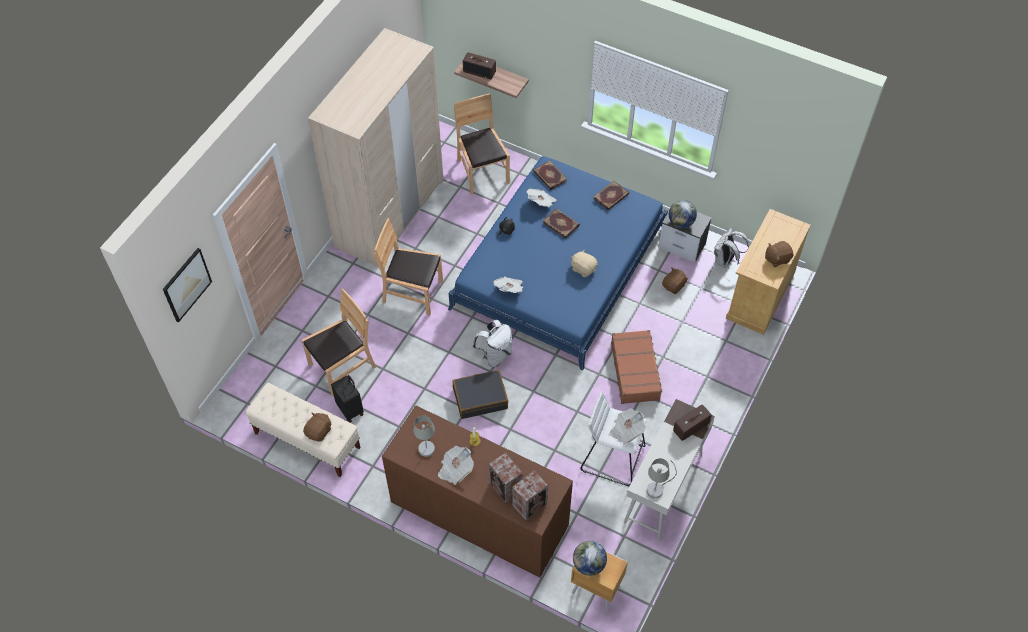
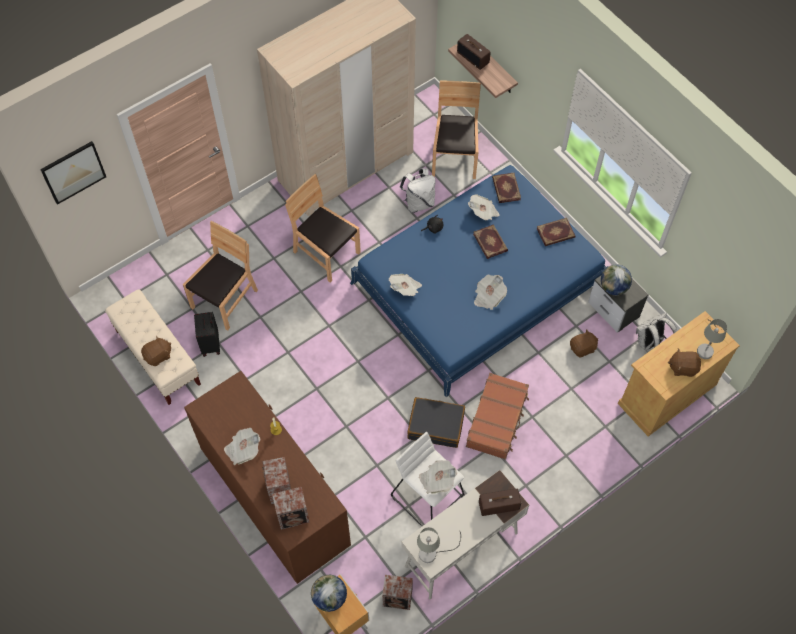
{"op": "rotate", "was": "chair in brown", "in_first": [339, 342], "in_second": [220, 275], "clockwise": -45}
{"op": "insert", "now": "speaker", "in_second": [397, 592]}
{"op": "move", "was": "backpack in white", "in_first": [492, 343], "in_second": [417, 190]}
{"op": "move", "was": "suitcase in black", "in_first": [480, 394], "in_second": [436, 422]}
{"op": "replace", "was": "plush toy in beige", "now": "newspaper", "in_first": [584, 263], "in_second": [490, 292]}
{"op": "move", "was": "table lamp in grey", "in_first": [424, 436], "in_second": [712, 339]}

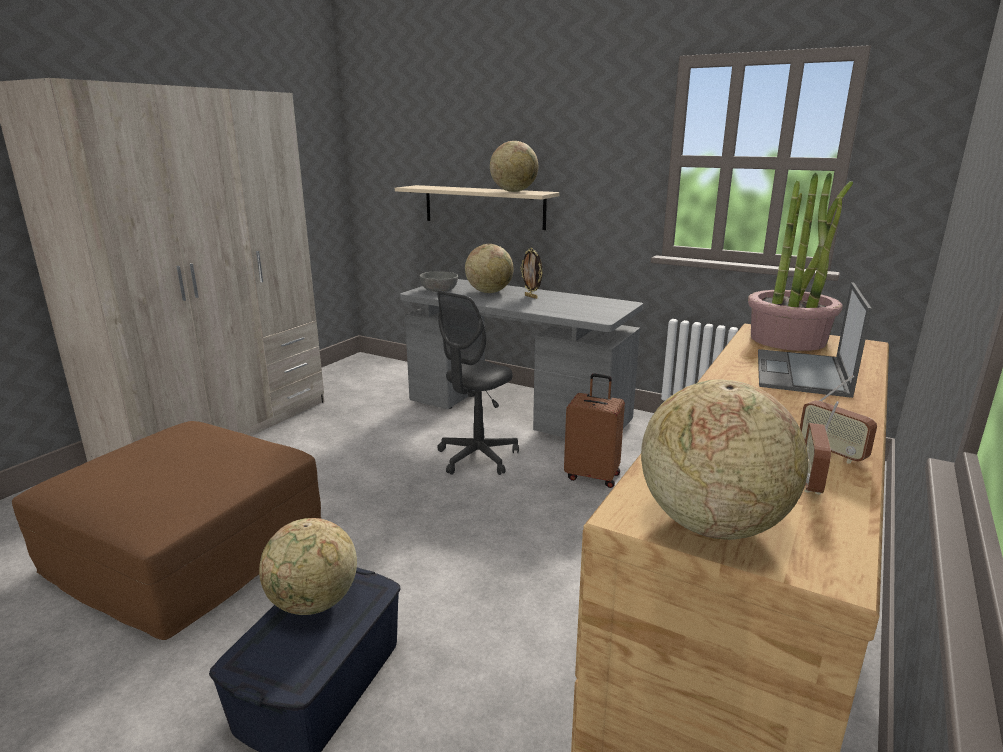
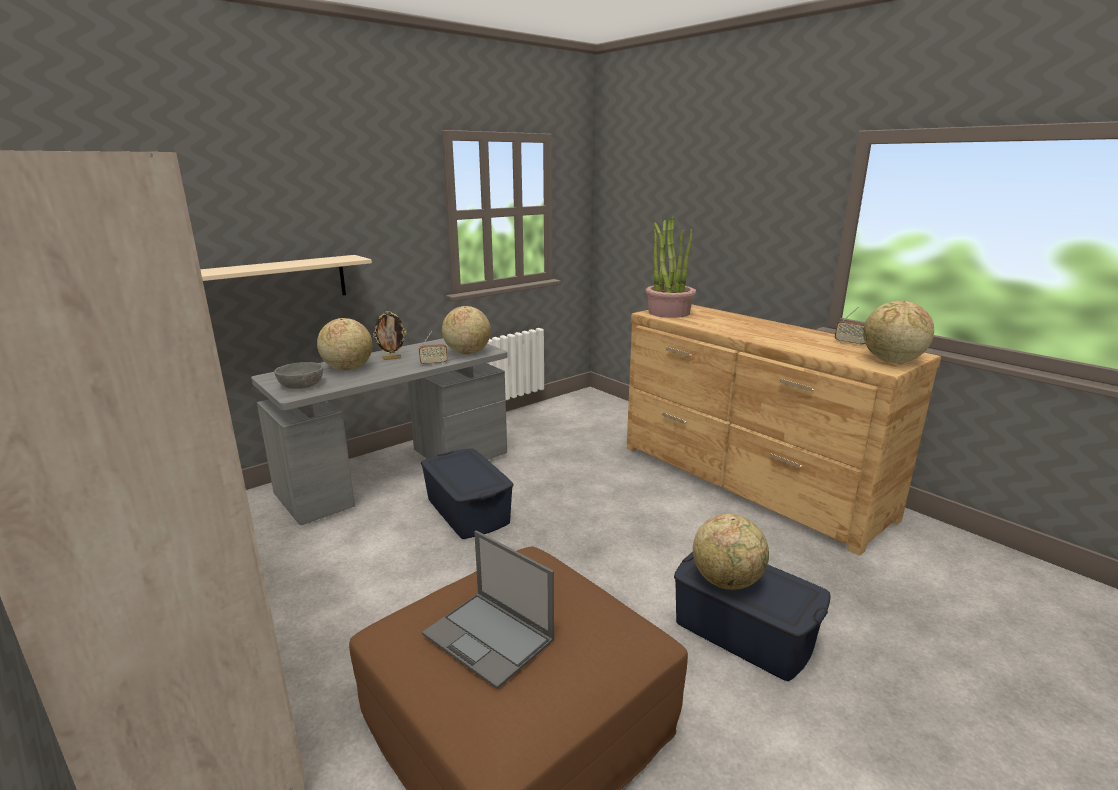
{"op": "move", "was": "radio", "in_first": [838, 419], "in_second": [433, 348]}
{"op": "replace", "was": "office chair in grey", "now": "storage box in blue", "in_first": [478, 383], "in_second": [467, 493]}
{"op": "move", "was": "laptop", "in_first": [815, 340], "in_second": [488, 609]}
{"op": "move", "was": "globe", "in_first": [514, 166], "in_second": [466, 330]}
{"op": "delete", "was": "suitcase in brown", "in_first": [594, 431]}

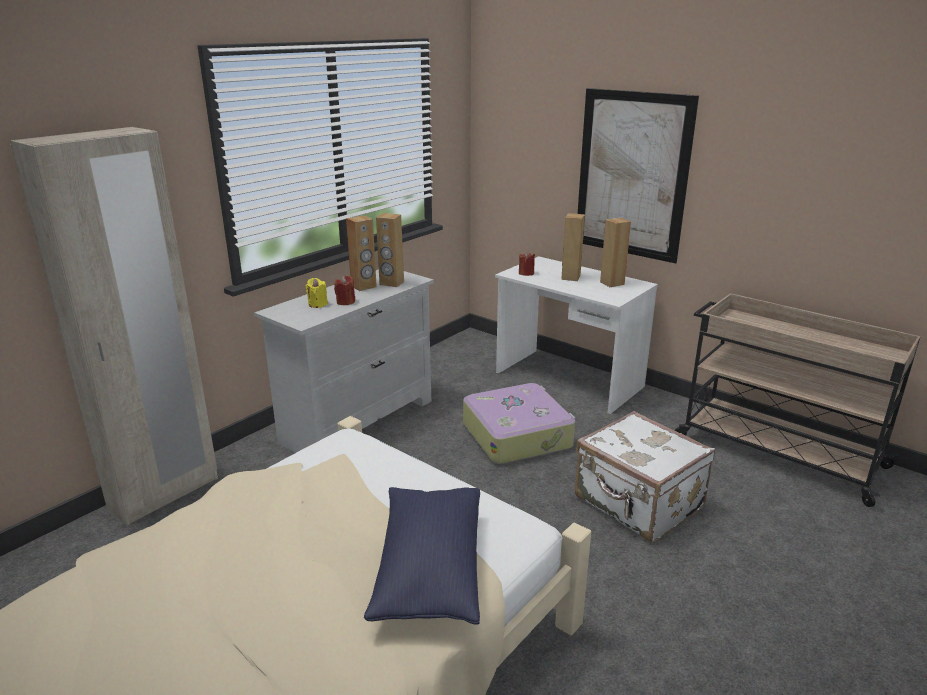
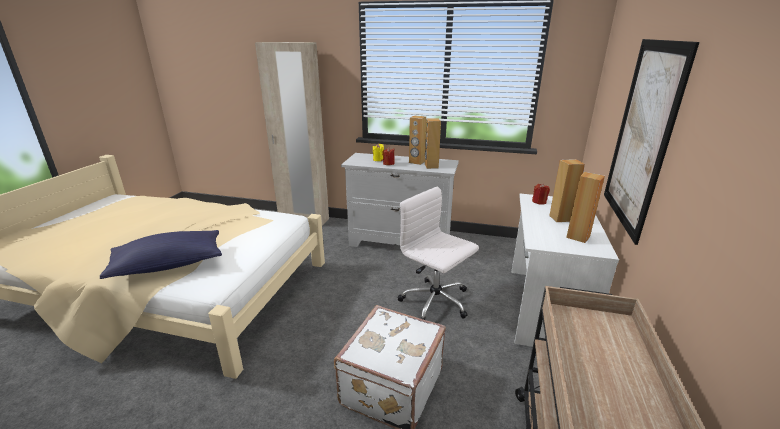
{"op": "replace", "was": "suitcase", "now": "office chair in white", "in_first": [519, 423], "in_second": [438, 253]}

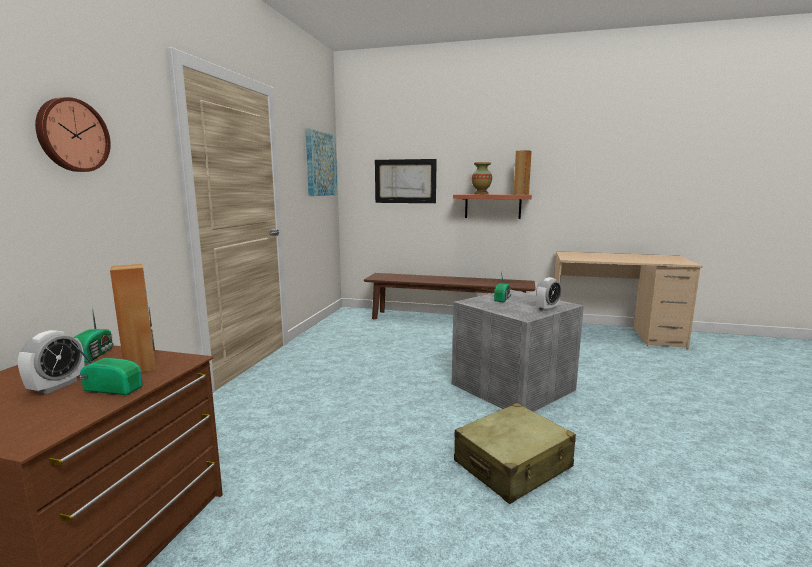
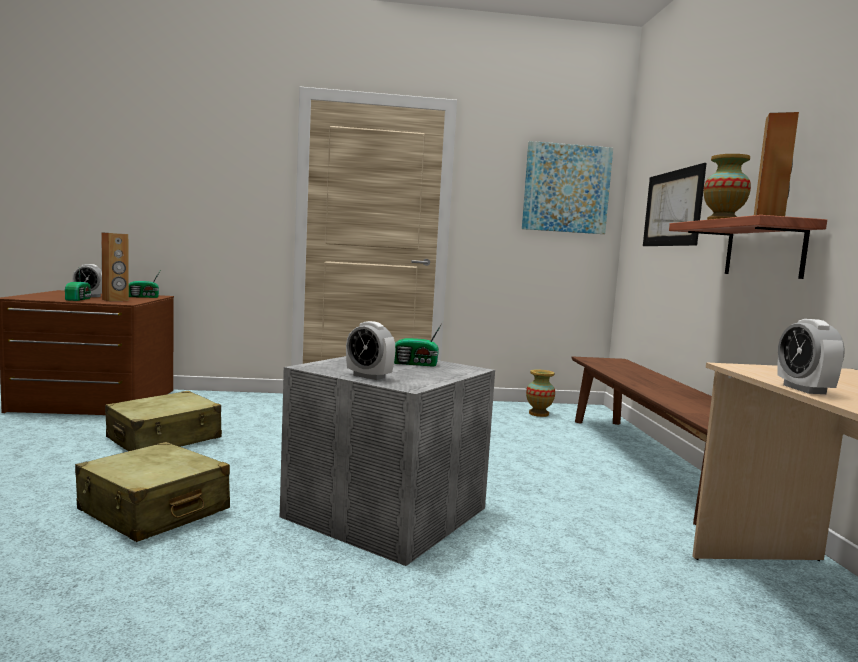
{"op": "insert", "now": "suitcase in beige", "in_second": [163, 421]}
{"op": "insert", "now": "vase", "in_second": [540, 393]}
{"op": "insert", "now": "alarm clock", "in_second": [811, 356]}
{"op": "delete", "was": "wall clock", "in_first": [73, 134]}

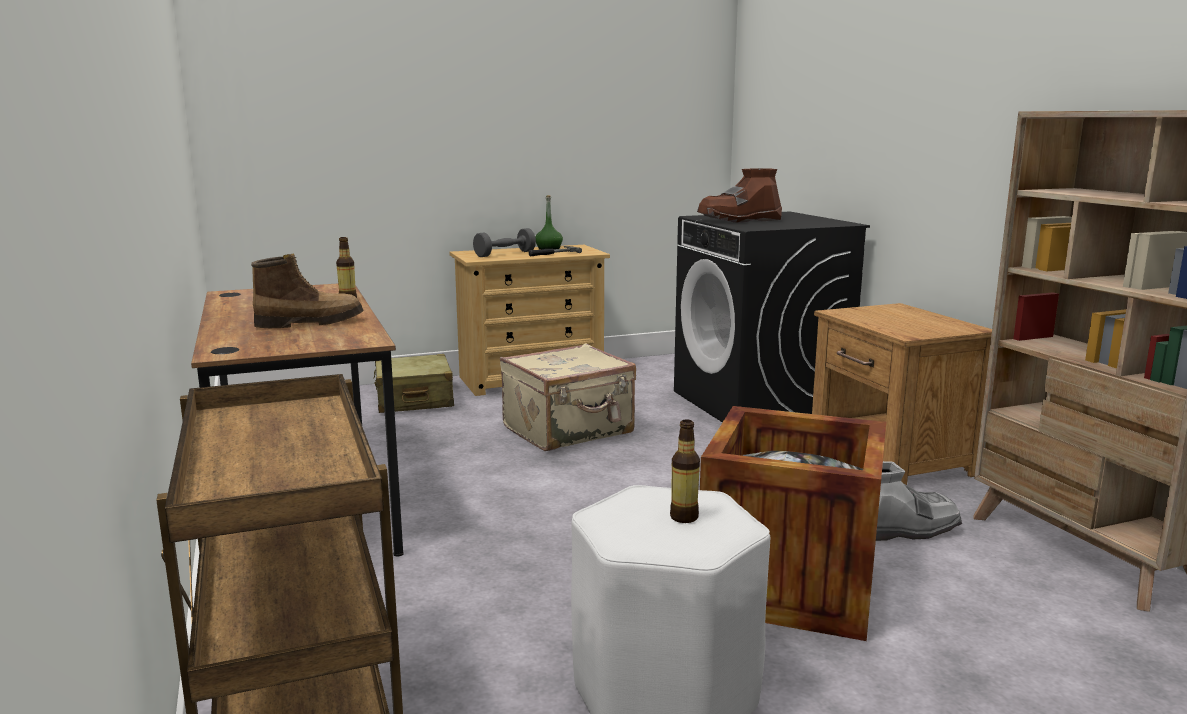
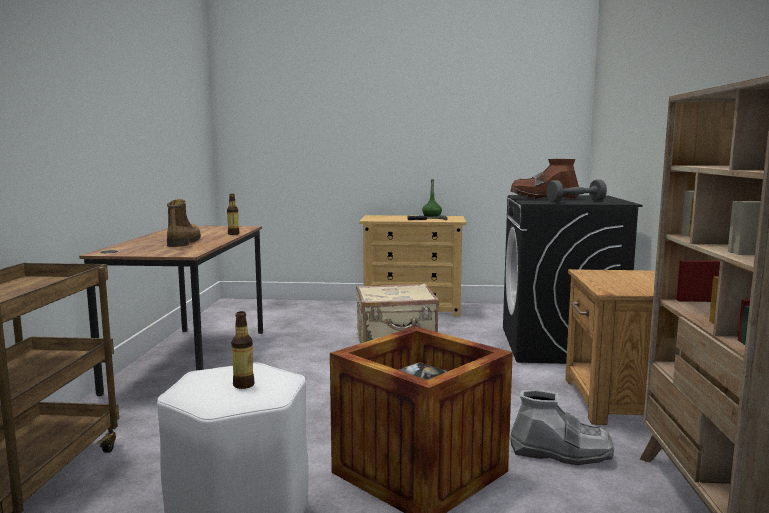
{"op": "rotate", "was": "boot", "in_first": [307, 291], "in_second": [184, 223], "clockwise": -90}
{"op": "move", "was": "dumbbell in grey", "in_first": [504, 242], "in_second": [576, 190]}
{"op": "delete", "was": "suitcase in beige", "in_first": [413, 383]}

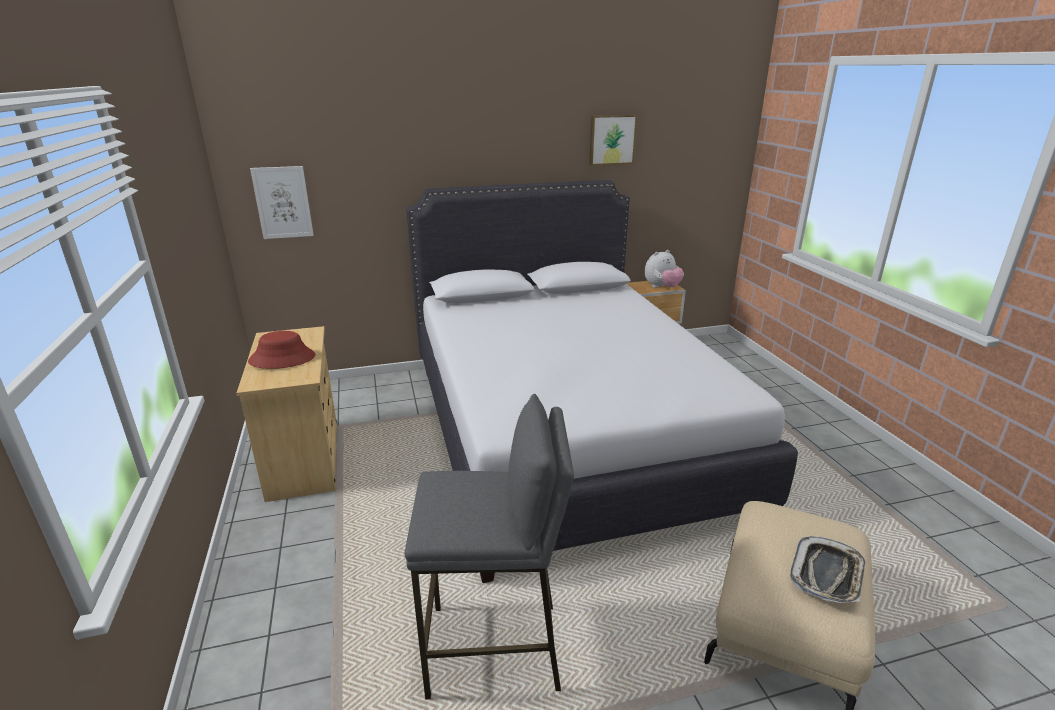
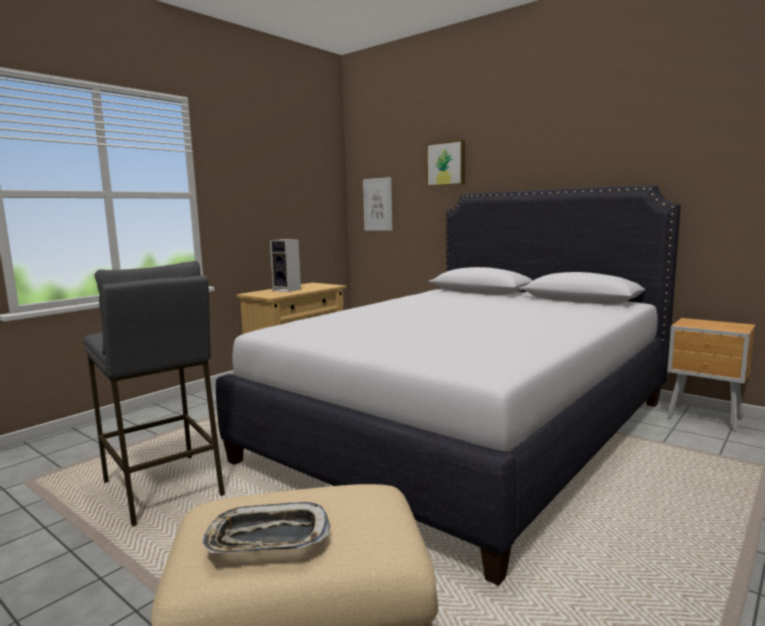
{"op": "replace", "was": "hat in red", "now": "speaker", "in_first": [281, 350], "in_second": [285, 265]}
{"op": "move", "was": "picture", "in_first": [613, 140], "in_second": [445, 163]}
{"op": "delete", "was": "plush toy", "in_first": [664, 269]}

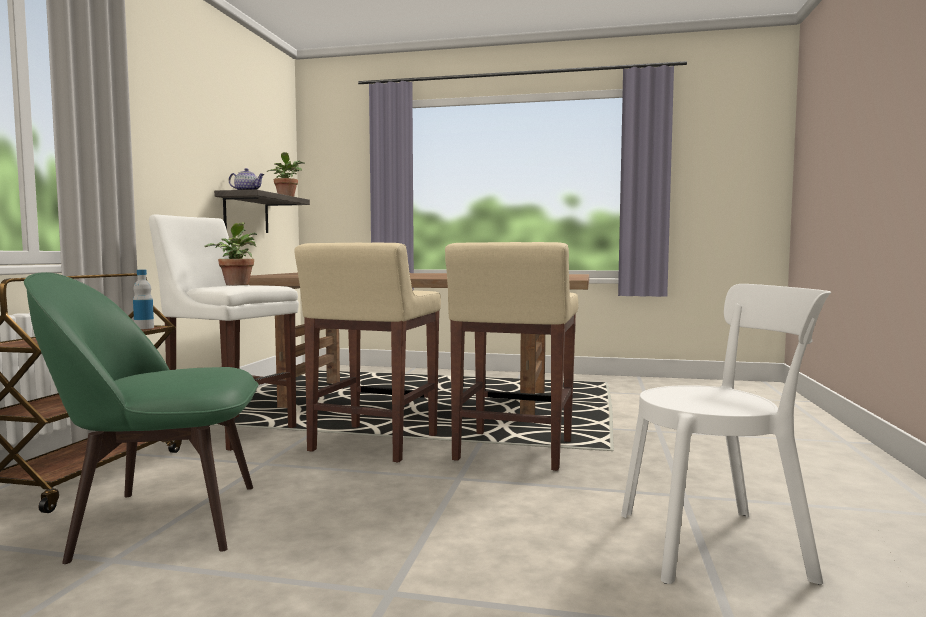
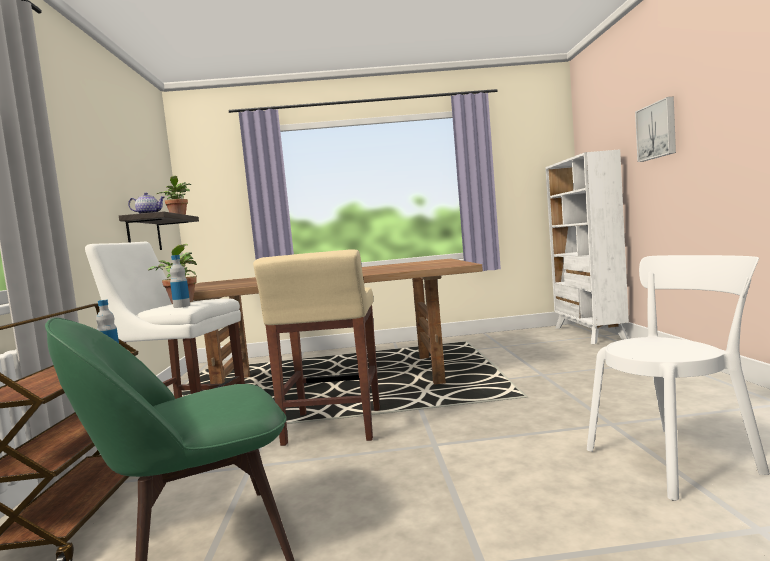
{"op": "insert", "now": "bottle", "in_second": [180, 281]}
{"op": "insert", "now": "bookcase in white", "in_second": [587, 246]}
{"op": "insert", "now": "picture", "in_second": [655, 129]}
{"op": "delete", "was": "stool in beige", "in_first": [511, 356]}

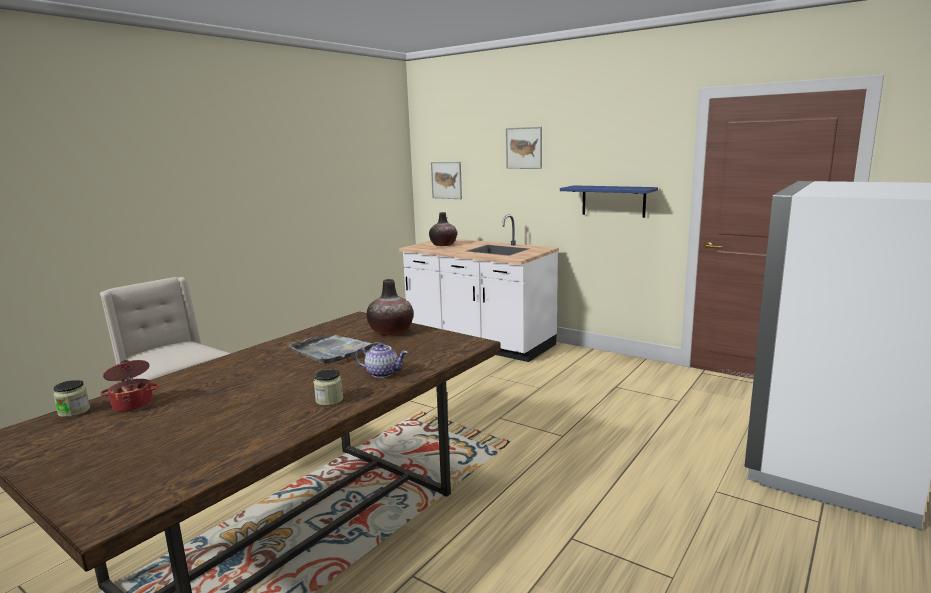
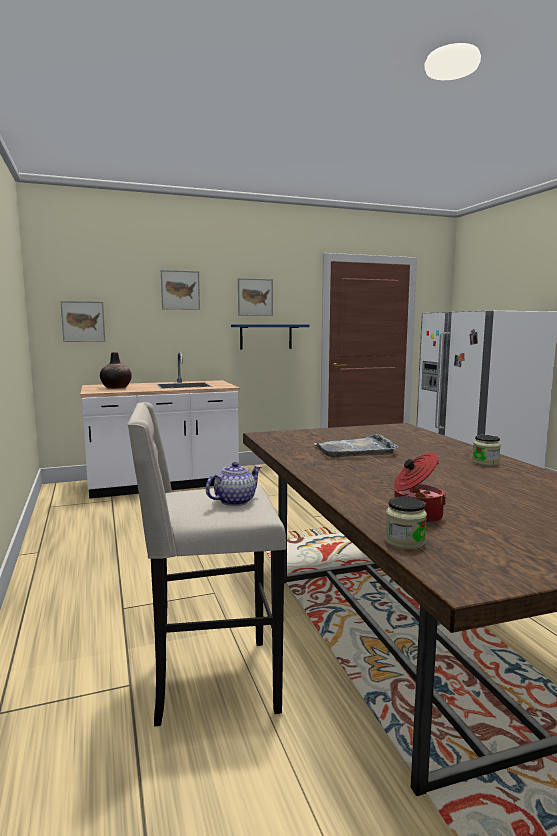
{"op": "move", "was": "teapot", "in_first": [381, 360], "in_second": [234, 484]}
{"op": "insert", "now": "picture", "in_second": [255, 297]}
{"op": "delete", "was": "vase", "in_first": [390, 307]}

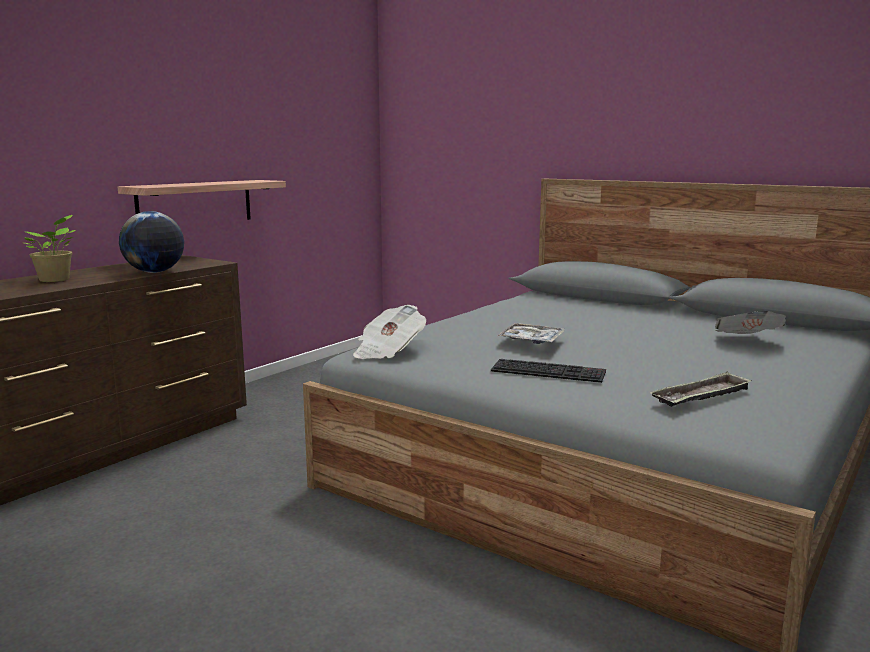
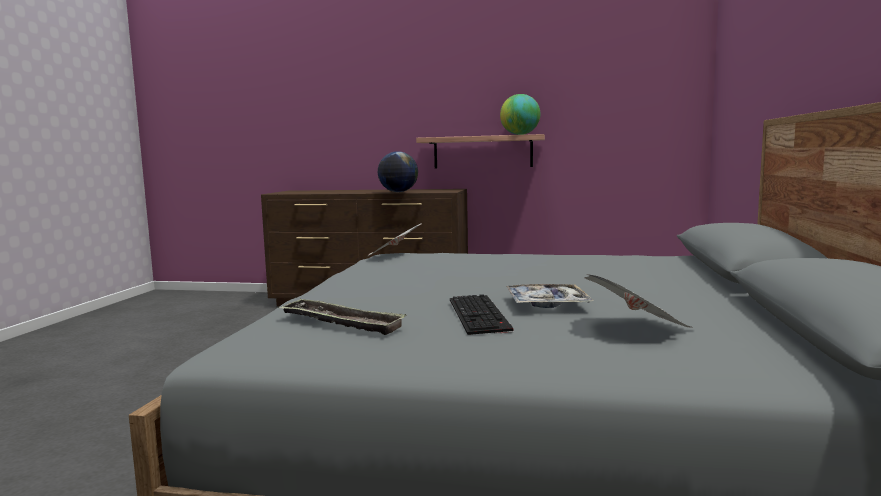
{"op": "move", "was": "keyboard", "in_first": [548, 371], "in_second": [482, 314]}
{"op": "insert", "now": "globe", "in_second": [520, 114]}
{"op": "move", "was": "tray", "in_first": [531, 333], "in_second": [550, 296]}
{"op": "delete", "was": "potted plant", "in_first": [50, 248]}

